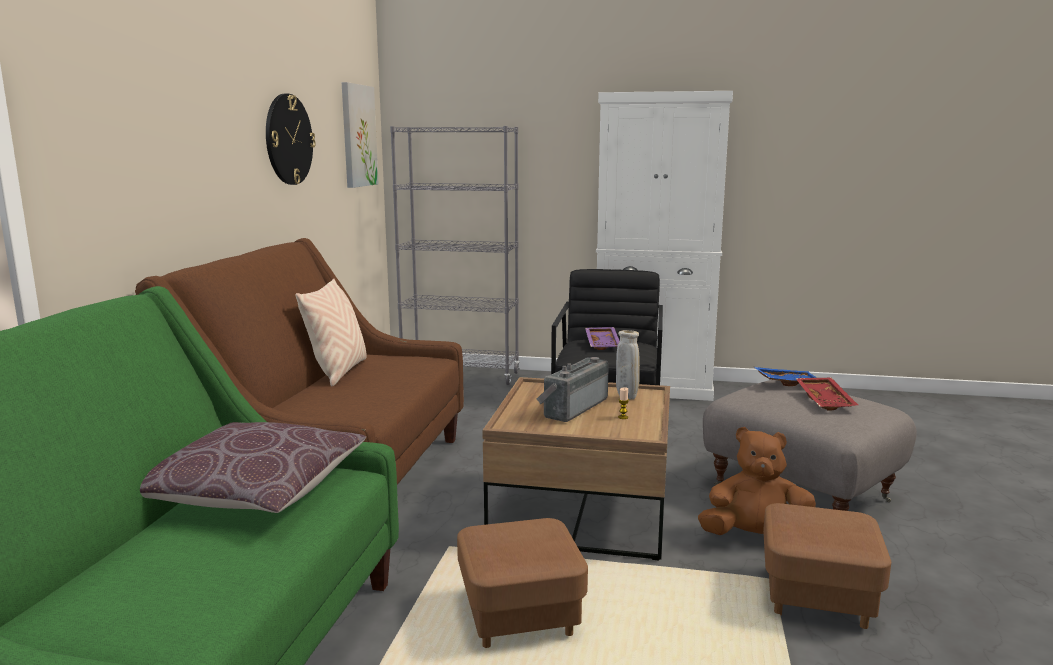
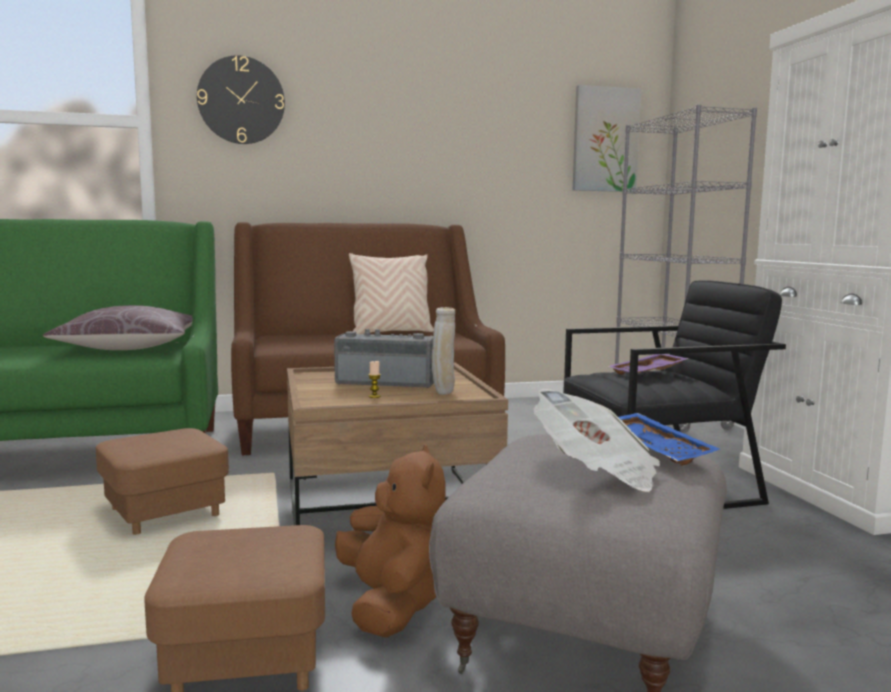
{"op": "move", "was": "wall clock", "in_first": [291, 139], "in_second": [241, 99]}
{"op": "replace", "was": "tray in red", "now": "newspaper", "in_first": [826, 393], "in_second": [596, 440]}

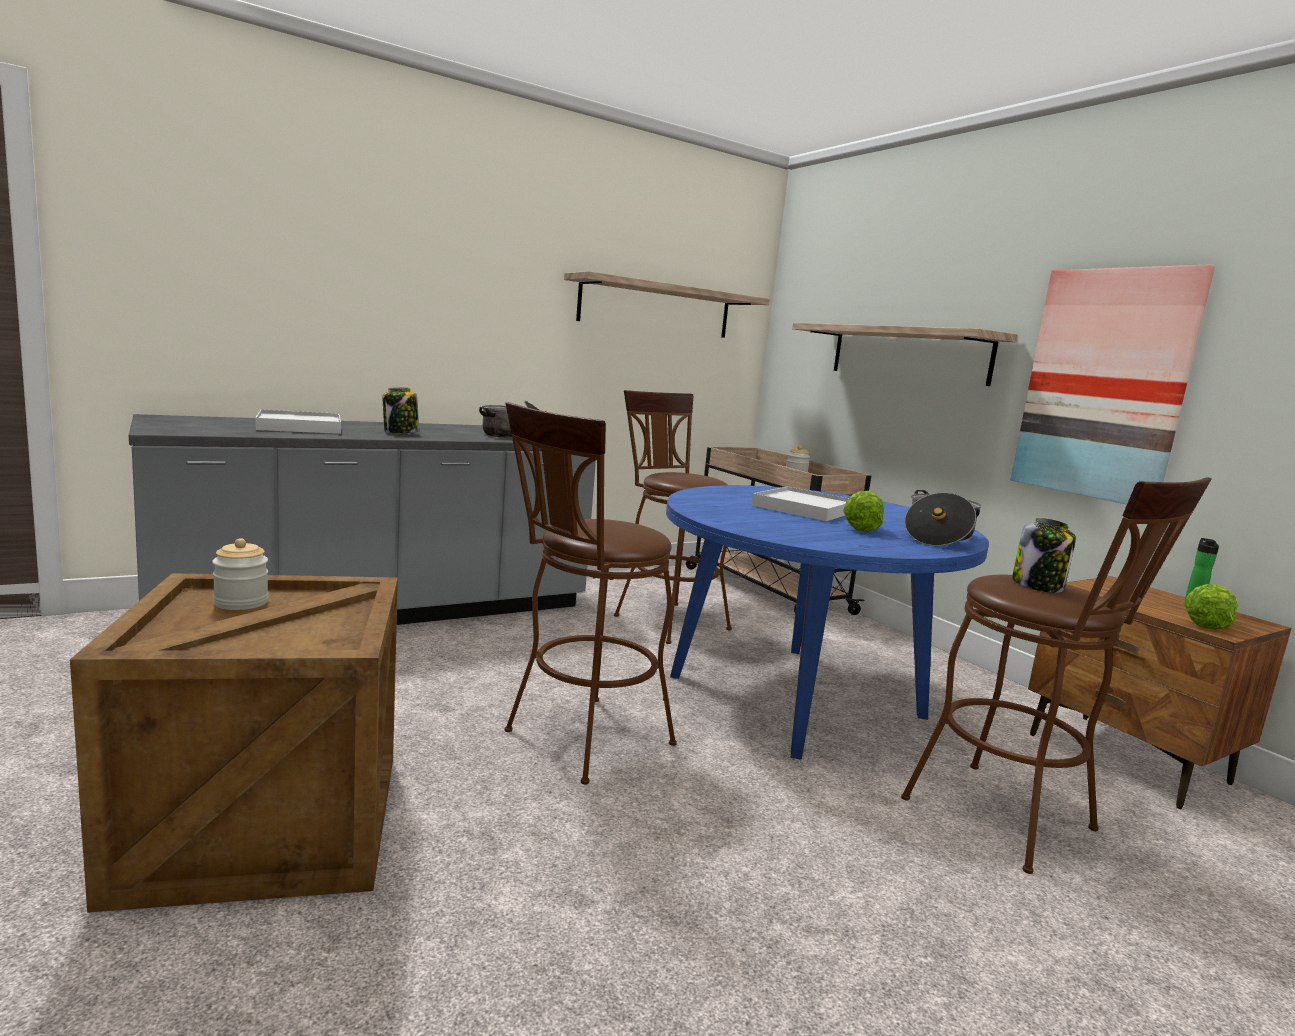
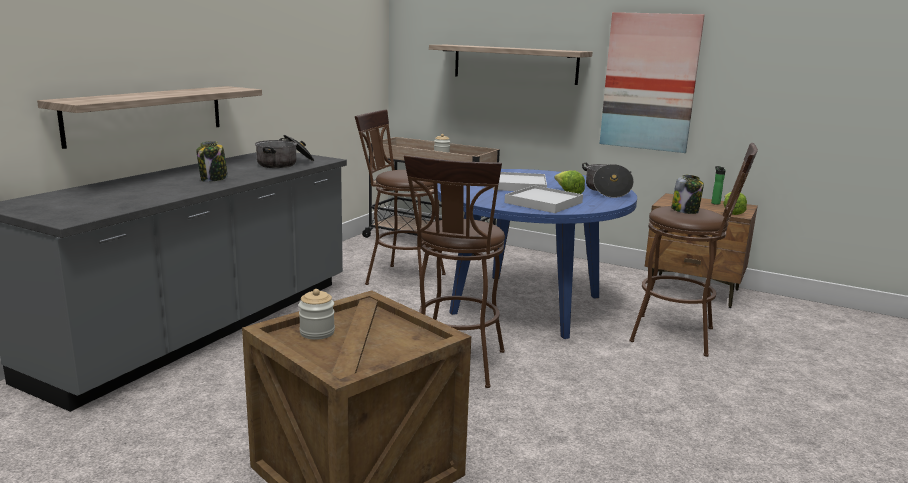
{"op": "move", "was": "shelf", "in_first": [667, 304], "in_second": [149, 117]}
{"op": "move", "was": "tray in white", "in_first": [298, 421], "in_second": [543, 199]}

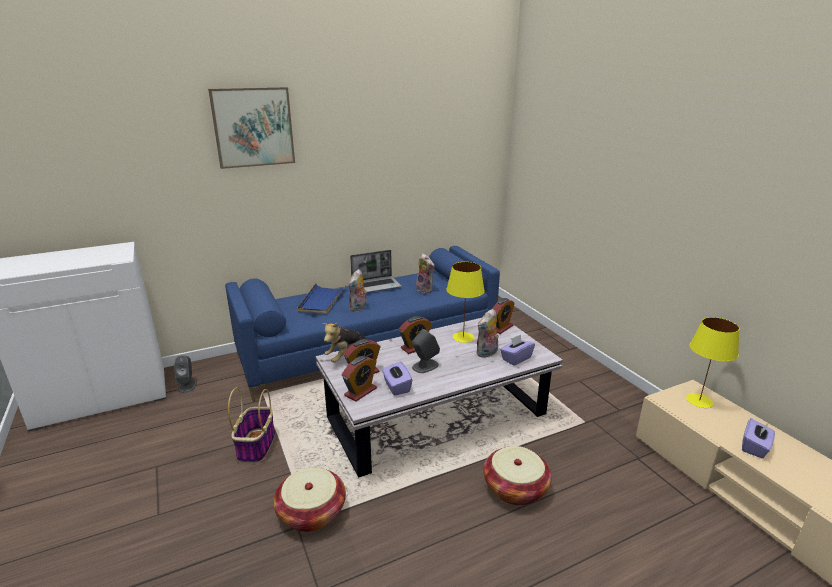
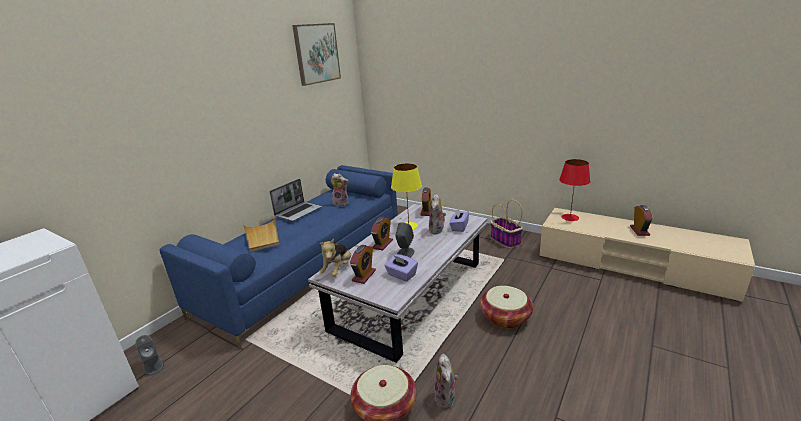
{"op": "recolor", "was": "tray in blue", "now": "tray in beige", "in_first": [321, 298], "in_second": [261, 235]}
{"op": "move", "was": "picture", "in_first": [251, 128], "in_second": [316, 54]}
{"op": "move", "was": "plush toy", "in_first": [358, 290], "in_second": [446, 381]}
{"op": "move", "was": "basket", "in_first": [251, 425], "in_second": [506, 223]}
{"op": "recolor", "was": "table lamp in yellow", "now": "table lamp in red", "in_first": [713, 362], "in_second": [574, 190]}
{"op": "move", "was": "alarm clock", "in_first": [359, 379], "in_second": [641, 220]}
{"op": "delete", "was": "tissue box in purple", "in_first": [758, 438]}

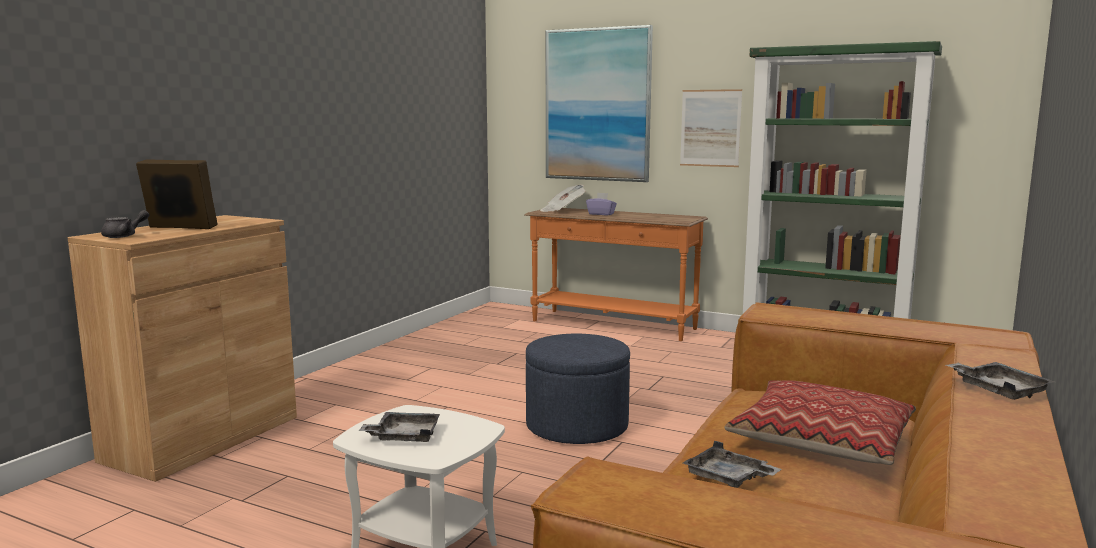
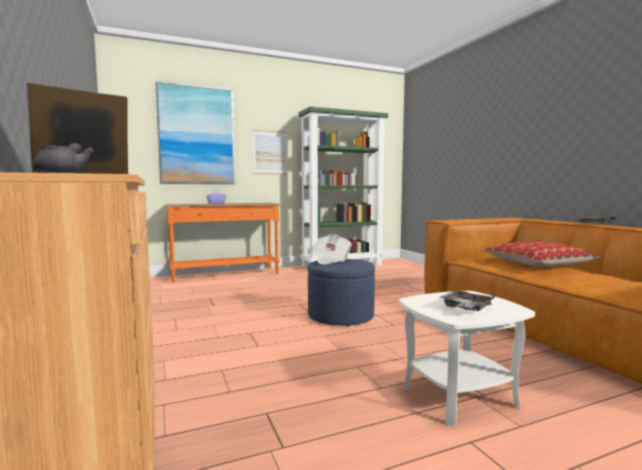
{"op": "move", "was": "newspaper", "in_first": [562, 198], "in_second": [332, 249]}
{"op": "delete", "was": "tray in grey", "in_first": [732, 464]}

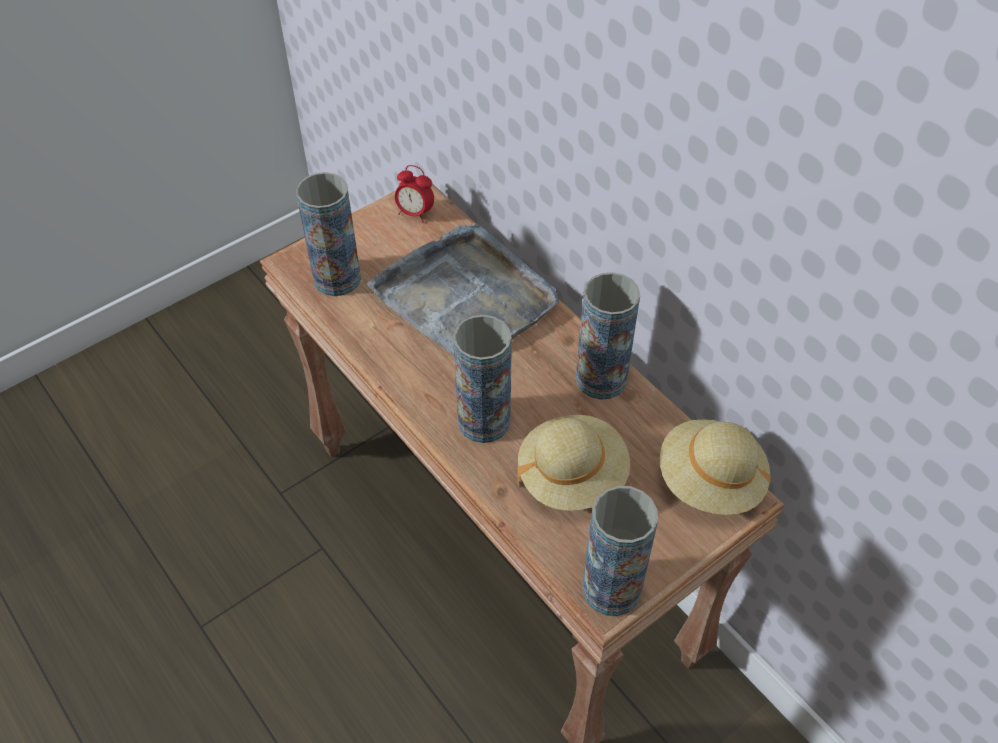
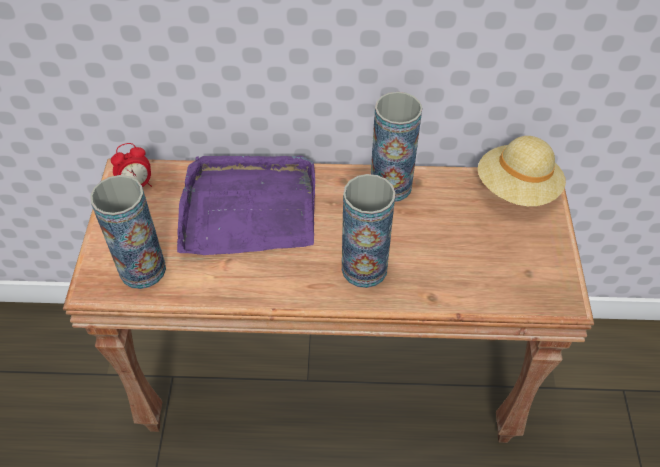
{"op": "recolor", "was": "tray in grey", "now": "tray in purple", "in_first": [463, 289], "in_second": [246, 205]}
{"op": "delete", "was": "hat in beige", "in_first": [573, 463]}
{"op": "delete", "was": "vase", "in_first": [620, 551]}

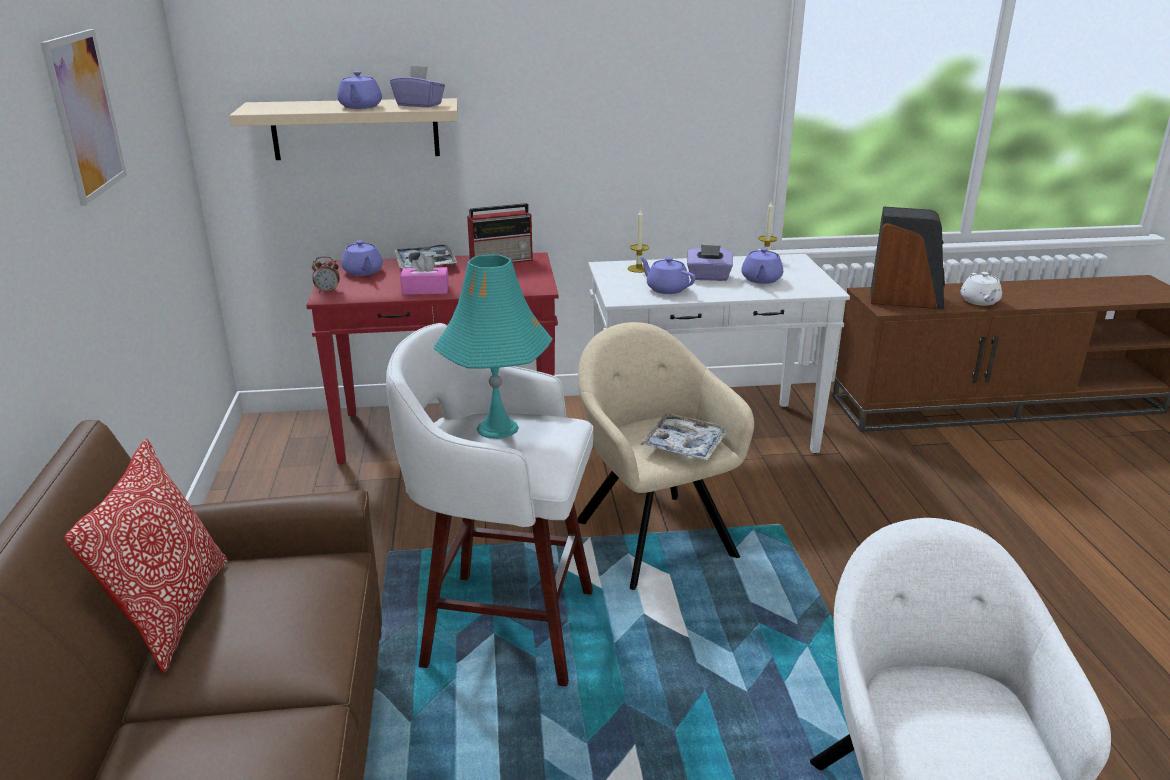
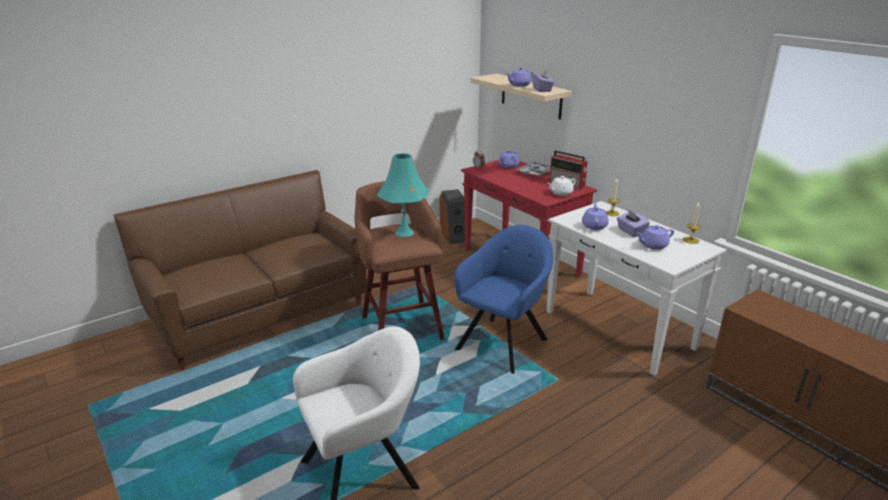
{"op": "recolor", "was": "stool in white", "now": "stool in brown", "in_first": [489, 505], "in_second": [400, 260]}
{"op": "move", "was": "speaker", "in_first": [908, 257], "in_second": [452, 216]}
{"op": "recolor", "was": "armchair in beige", "now": "armchair in blue", "in_first": [665, 456], "in_second": [503, 299]}
{"op": "move", "was": "teapot in white", "in_first": [981, 289], "in_second": [561, 186]}
{"op": "delete", "was": "picture", "in_first": [83, 117]}
{"op": "delete", "was": "pillow", "in_first": [146, 556]}
{"op": "delete", "was": "tissue box in pink", "in_first": [424, 274]}
{"op": "delete", "was": "tray", "in_first": [683, 437]}

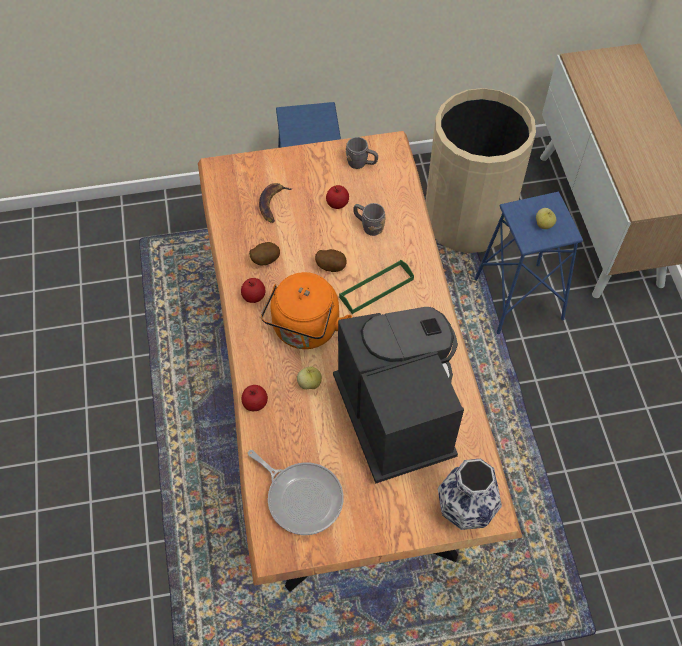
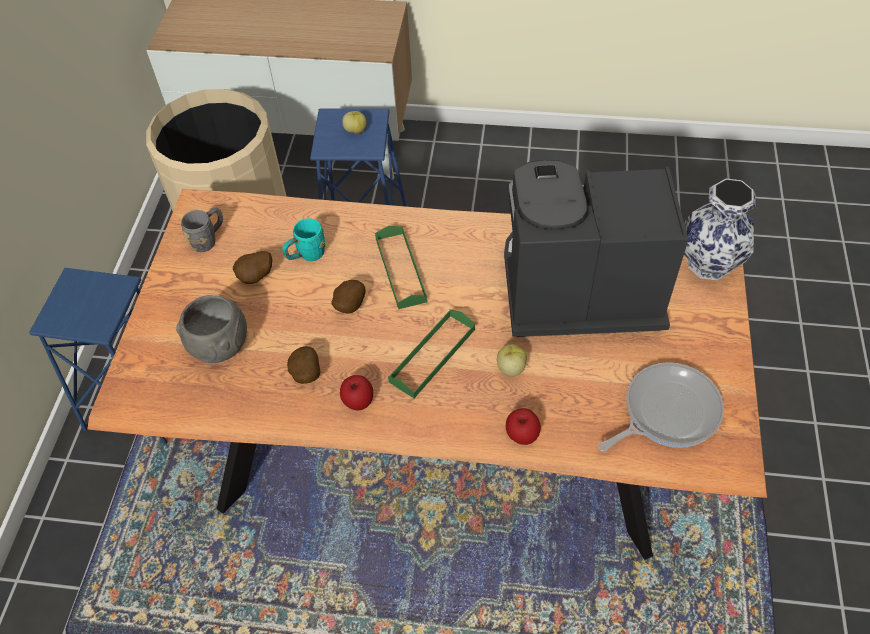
{"op": "replace", "was": "banana", "now": "bowl in grey", "in_first": [276, 203], "in_second": [211, 329]}
{"op": "replace", "was": "apple", "now": "potato", "in_first": [337, 197], "in_second": [252, 267]}
{"op": "recolor", "was": "mug in grey", "now": "mug in turquoise", "in_first": [369, 219], "in_second": [303, 239]}
{"op": "replace", "was": "kettle in orange", "now": "tray in green", "in_first": [306, 310], "in_second": [431, 353]}

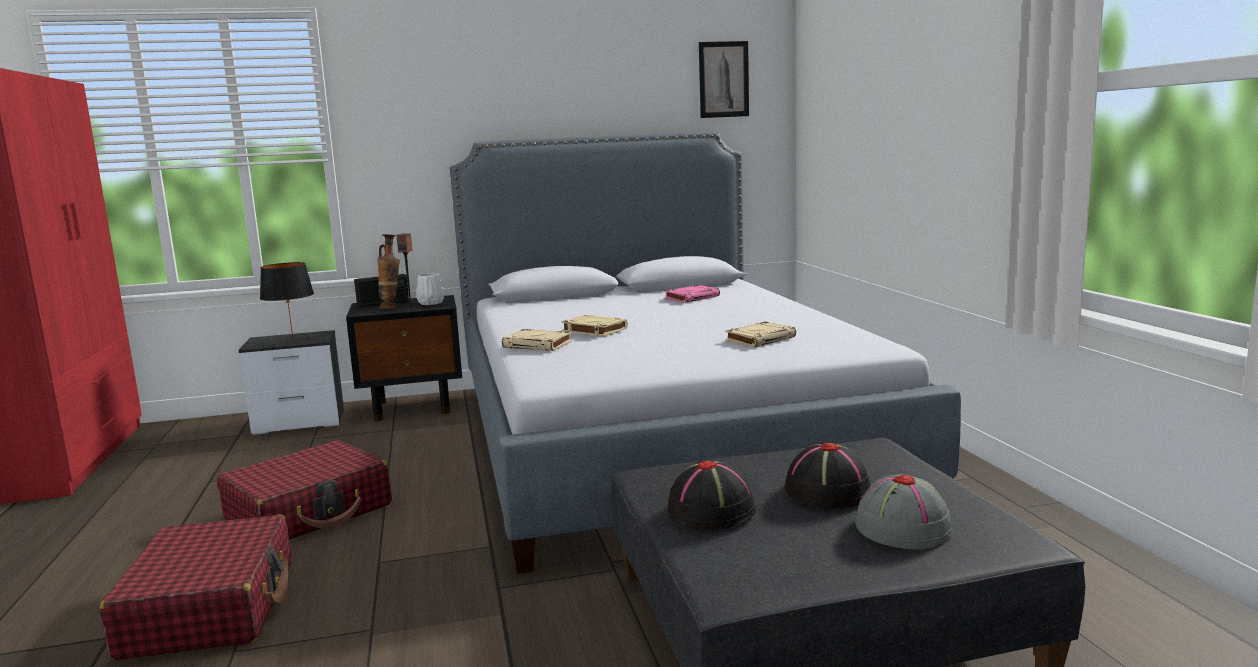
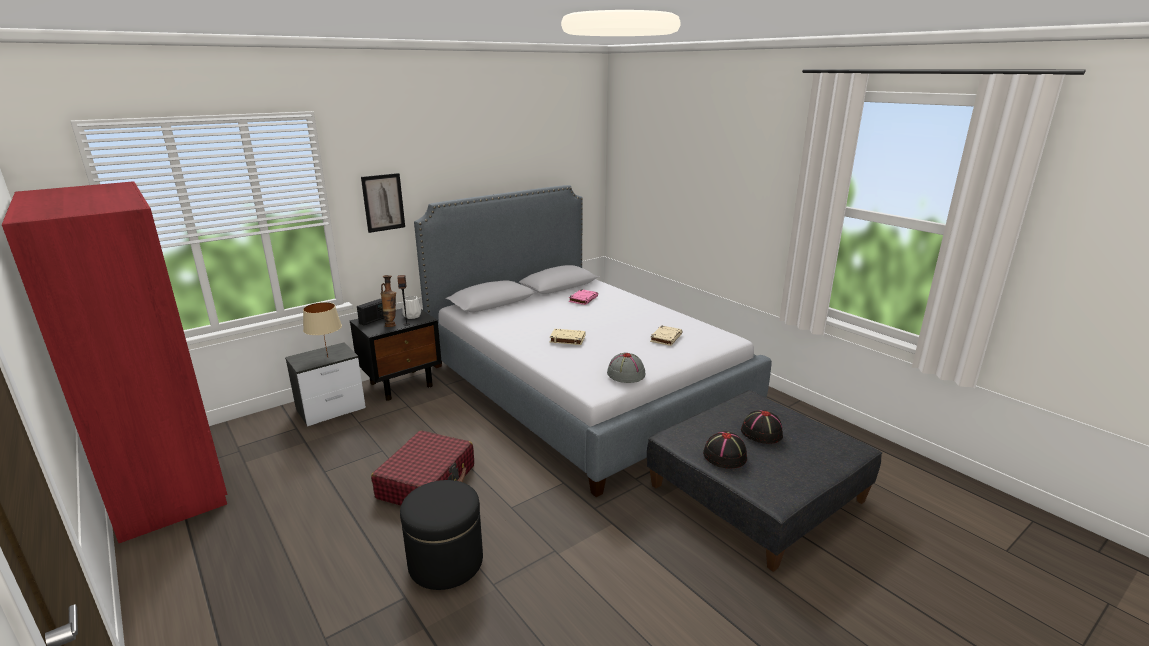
{"op": "recolor", "was": "table lamp in black", "now": "table lamp in beige", "in_first": [287, 300], "in_second": [322, 329]}
{"op": "move", "was": "picture", "in_first": [724, 79], "in_second": [383, 203]}
{"op": "replace", "was": "suitcase in red", "now": "ottoman in black", "in_first": [195, 587], "in_second": [441, 535]}
{"op": "move", "was": "hat in grey", "in_first": [904, 511], "in_second": [626, 367]}
{"op": "delete", "was": "book in beige", "in_first": [537, 340]}

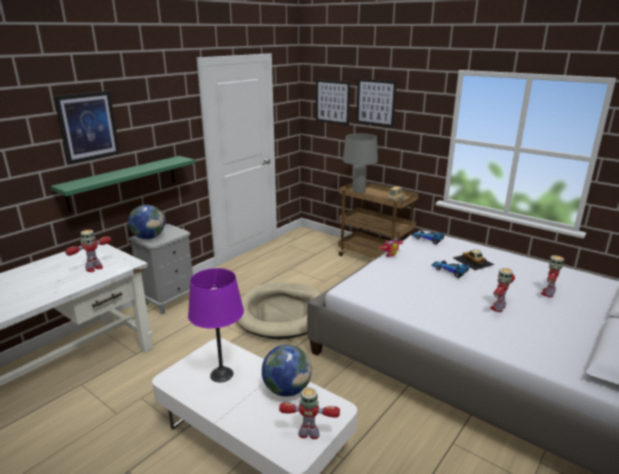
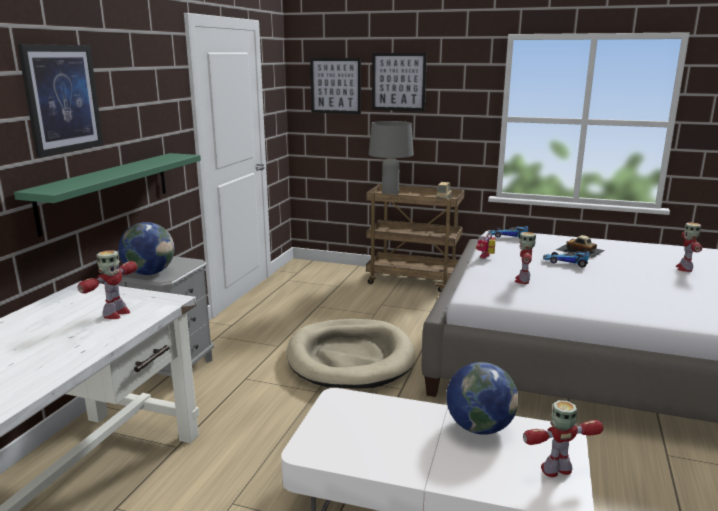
{"op": "move", "was": "toy robot", "in_first": [502, 290], "in_second": [525, 258]}
{"op": "delete", "was": "table lamp in purple", "in_first": [216, 325]}

